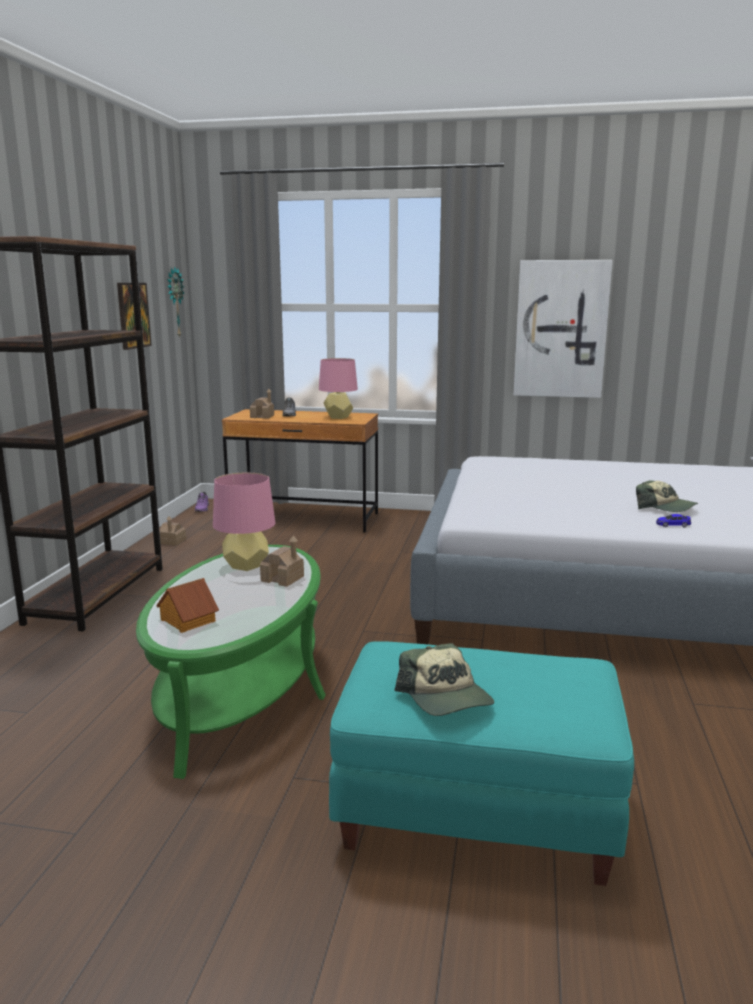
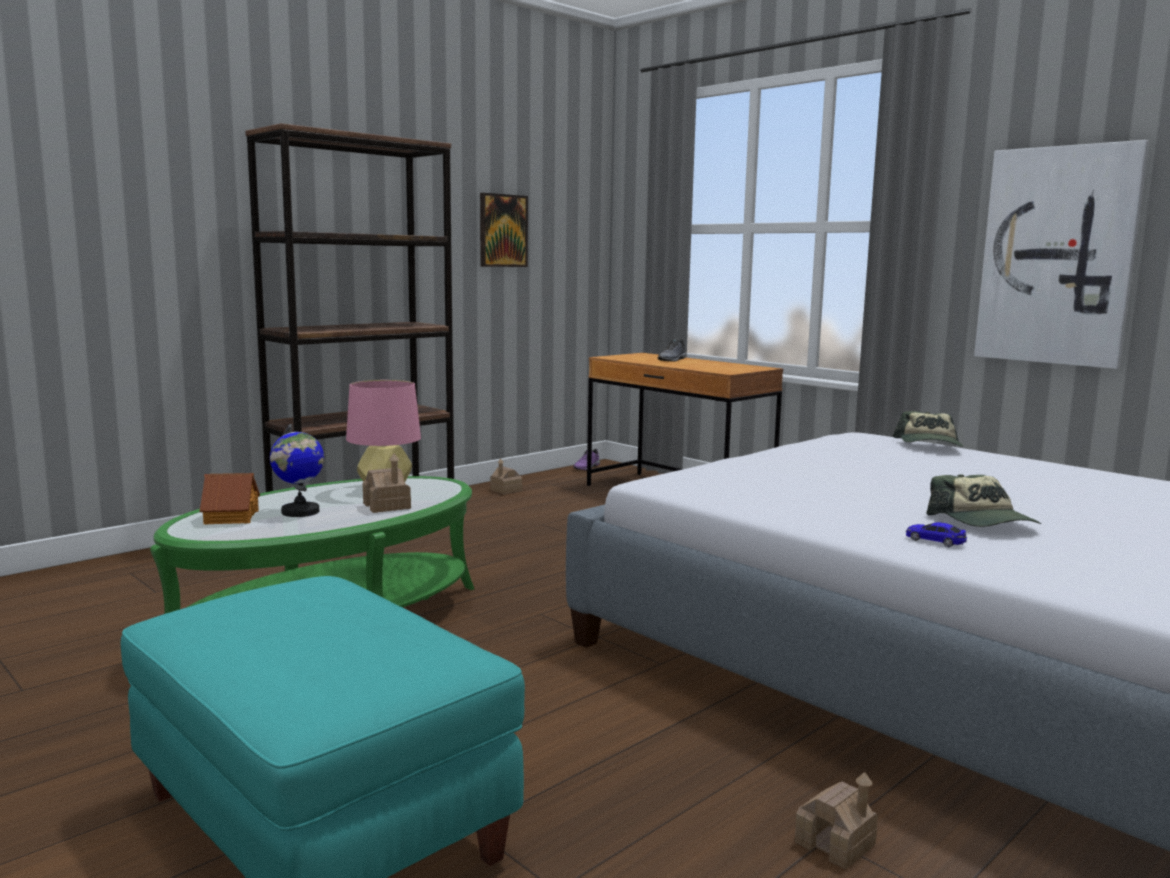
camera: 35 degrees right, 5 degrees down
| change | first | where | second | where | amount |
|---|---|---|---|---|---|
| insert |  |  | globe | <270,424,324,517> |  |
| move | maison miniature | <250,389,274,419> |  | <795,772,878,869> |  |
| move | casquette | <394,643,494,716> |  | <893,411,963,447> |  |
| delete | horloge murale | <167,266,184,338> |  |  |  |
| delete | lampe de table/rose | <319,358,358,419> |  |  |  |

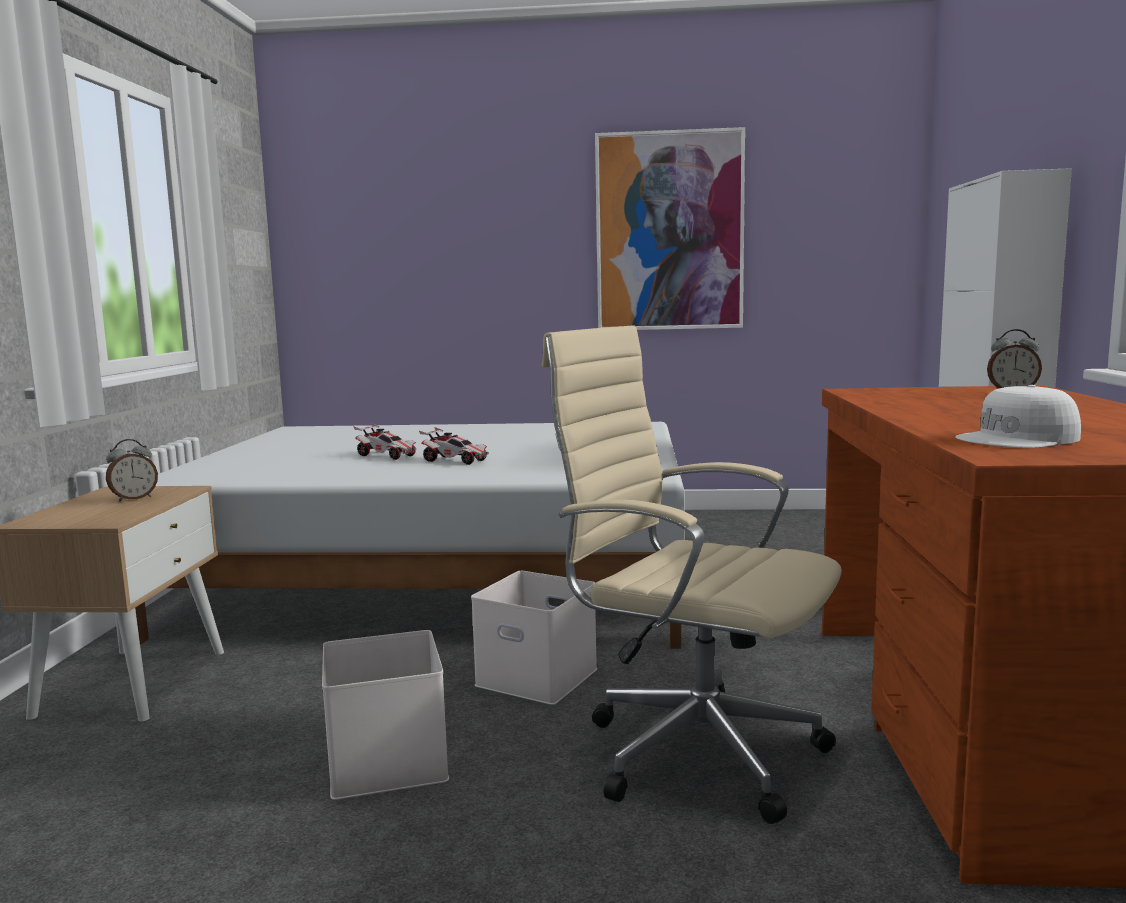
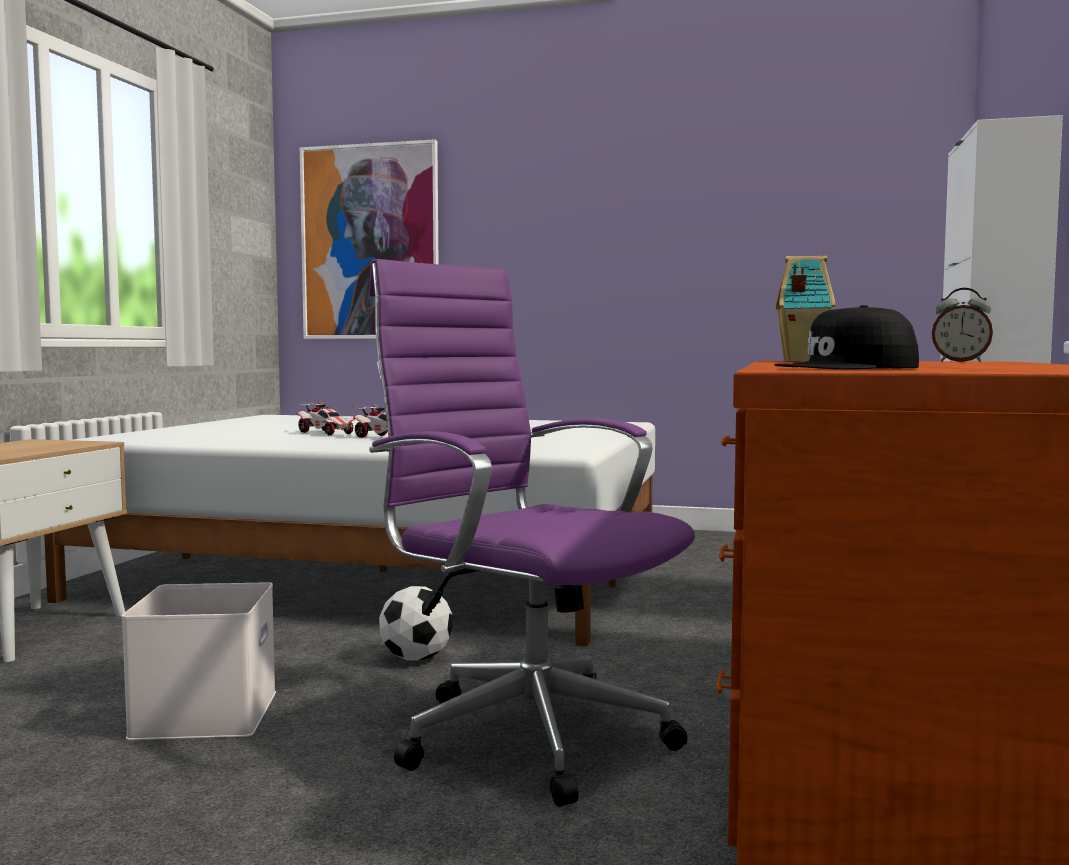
camera: 10 degrees right, 5 degrees down
| change | first | where | second | where | amount |
|---|---|---|---|---|---|
| move | tableau | <595,127,745,330> |  | <300,139,438,339> |  |
| recolor | chaise de bureau/beige | <542,325,842,824> | chaise de bureau/violet | <369,259,695,807> |  |
| replace | boîte de rangement/blanc | <471,571,597,705> | ballon de foot | <379,586,453,660> |  |
| recolor | casquette/blanc | <955,385,1081,448> | casquette/noir | <774,305,919,369> |  |
| insert |  |  | maison miniature | <776,256,835,361> |  |
| delete | réveil | <106,439,158,502> |  |  |  |

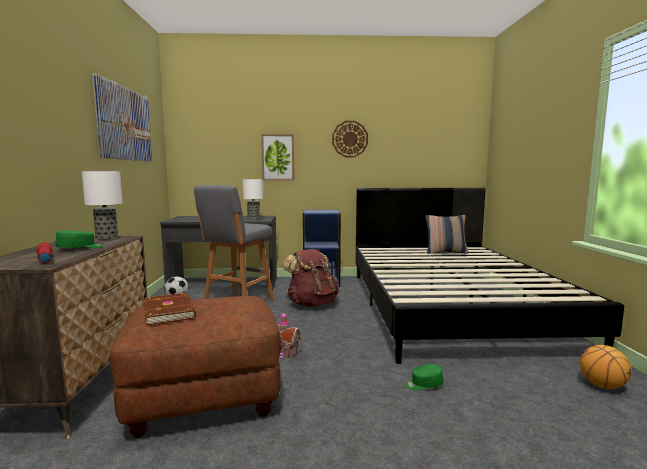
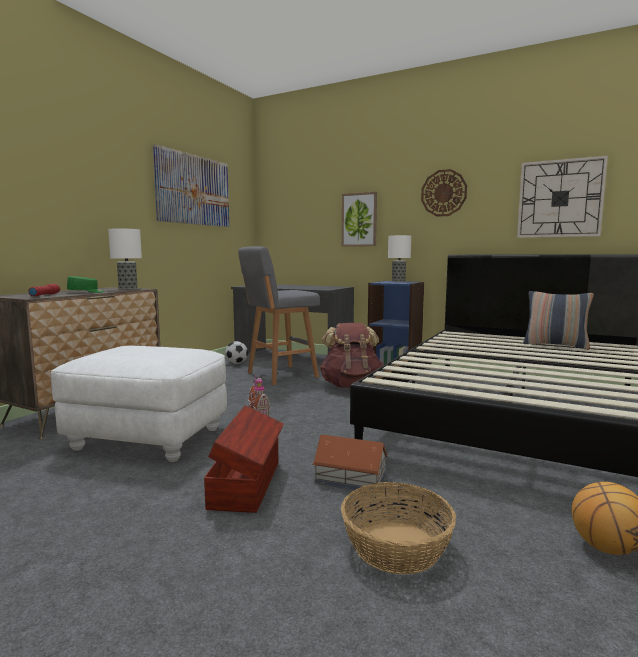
camera: 30 degrees right, 0 degrees up
| change | first | where | second | where | amount |
|---|---|---|---|---|---|
| recolor | pouf/marron | <110,296,281,438> | pouf/blanc | <51,346,227,462> |  |
| insert |  |  | boîte de rangement/marron | <204,405,284,513> |  |
| replace | casquette/vert | <405,364,443,391> | maison miniature | <312,435,388,493> |  |
| insert |  |  | panier | <341,482,456,575> |  |
| move | lampe de table | <242,179,263,220> |  | <388,235,411,282> |  |
| insert |  |  | horloge murale | <517,155,608,238> |  |
| delete | livre/marron | <144,293,196,325> |  |  |  |

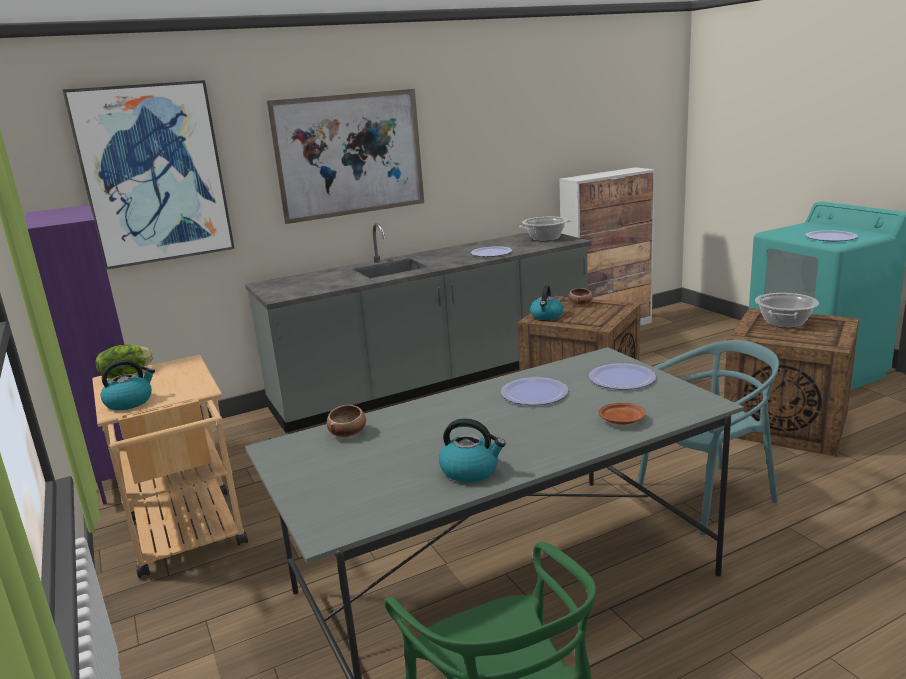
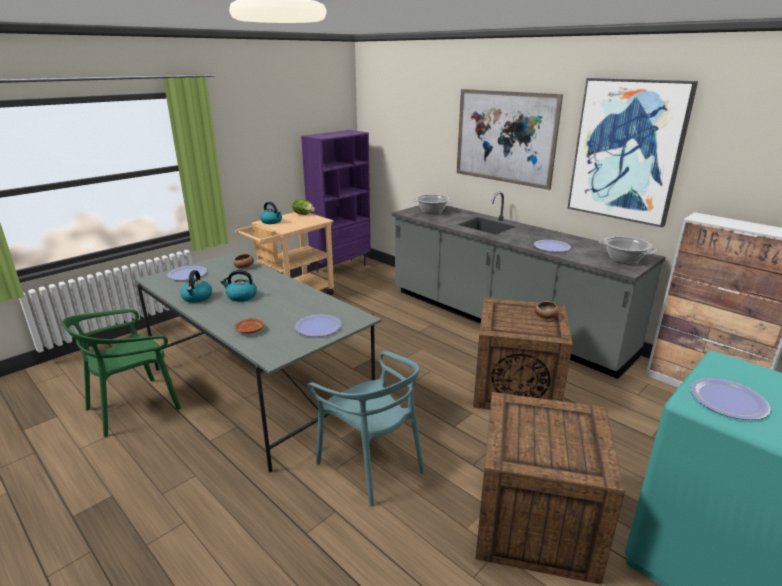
camera: 70 degrees right, 5 degrees up
| change | first | where | second | where | amount |
|---|---|---|---|---|---|
| move | assiette | <501,377,568,405> |  | <167,266,207,280> |  |
| move | bouilloire | <530,285,563,320> |  | <221,270,257,302> |  |
| move | marmite | <755,293,819,328> |  | <412,194,453,214> |  |
| move | tableau | <62,80,235,269> |  | <568,78,698,227> |  |

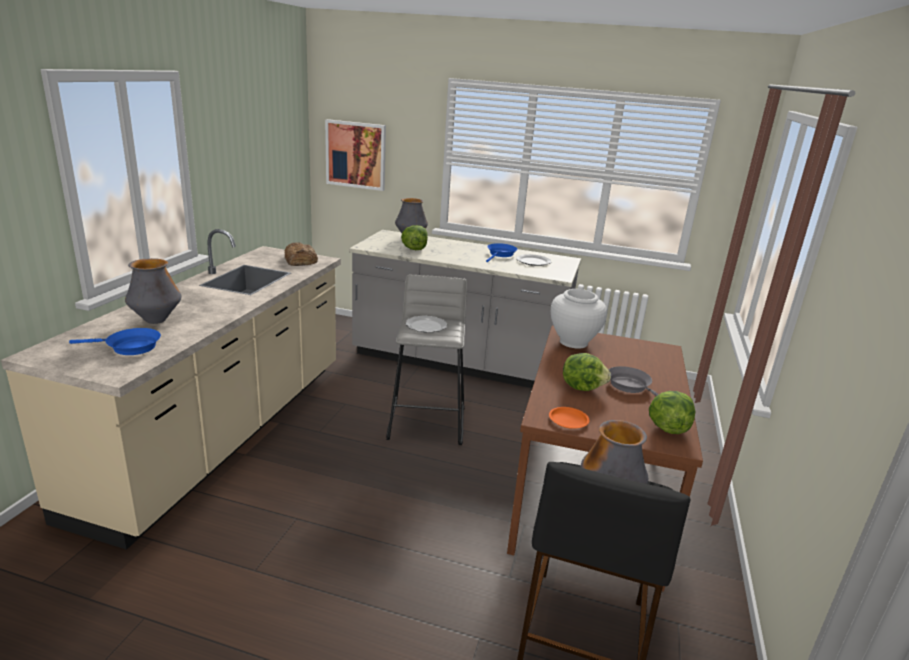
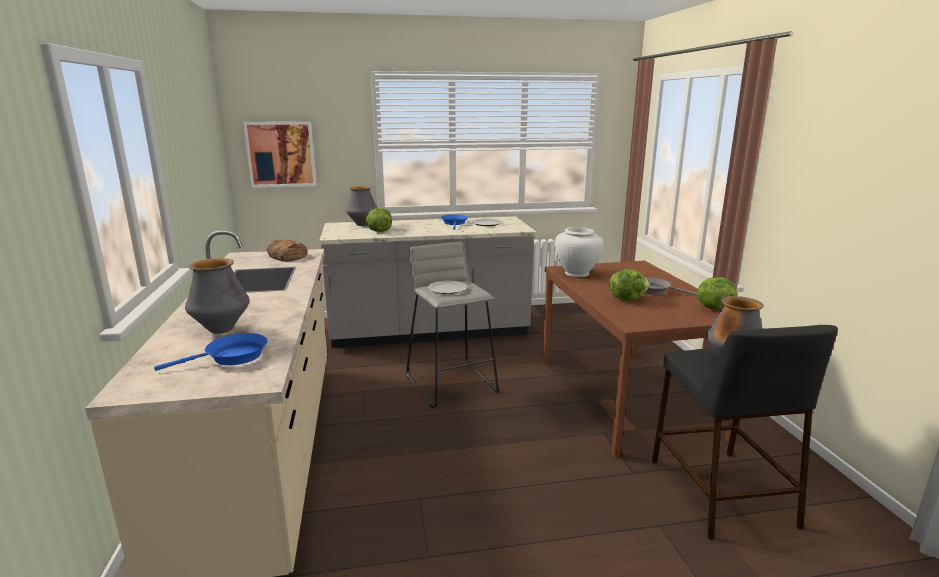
camera: 25 degrees left, 5 degrees down
| change | first | where | second | where | amount |
|---|---|---|---|---|---|
| delete | assiette/orange | <549,407,589,429> |  |  |  |

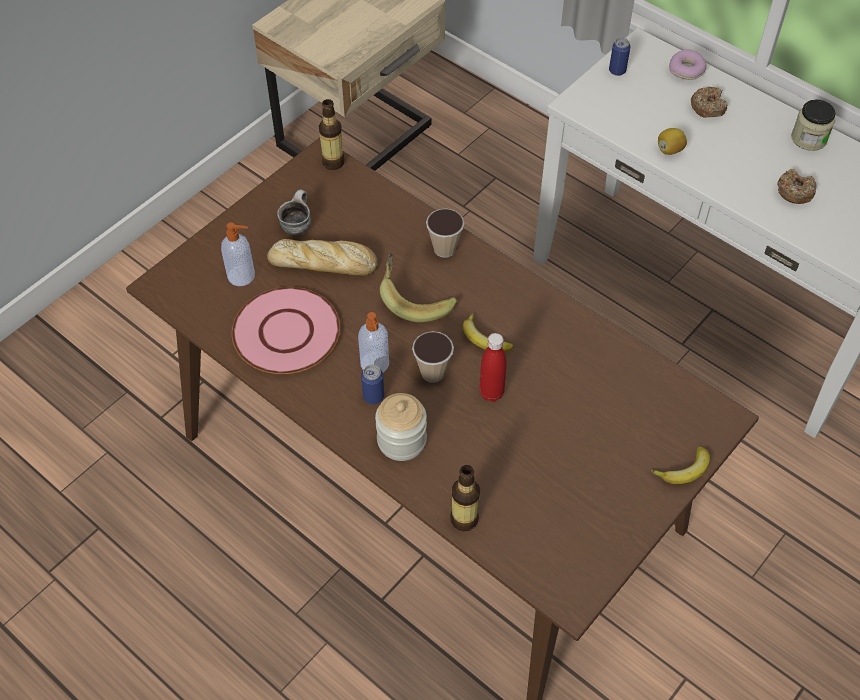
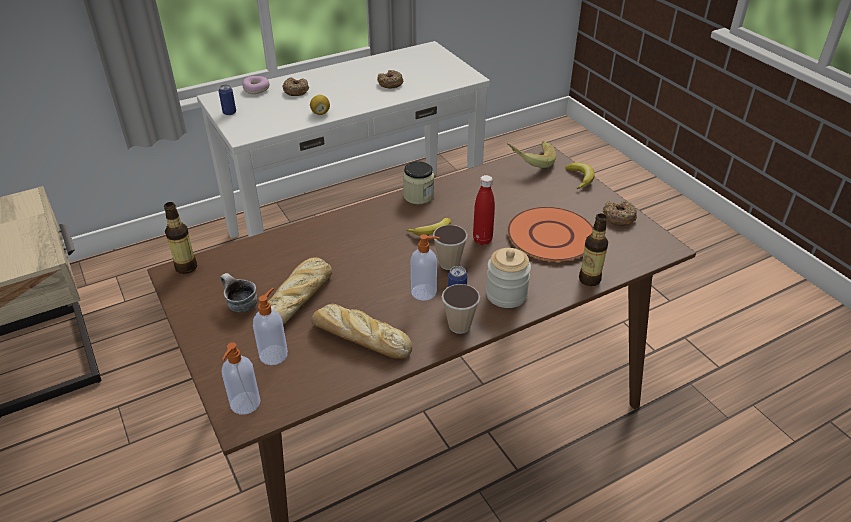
camera: 70 degrees left, 15 degrees down
| change | first | where | second | where | amount |
|---|---|---|---|---|---|
| insert |  |  | distributeur de savon | <222,342,261,415> |  |
| replace | assiette/rose | <232,287,340,374> | pain | <311,304,412,359> |  |
| move | bocal | <791,99,836,151> |  | <403,161,434,204> |  |
| move | tasse | <426,208,464,258> |  | <442,284,480,334> |  |
| move | banane | <380,253,457,322> |  | <507,142,556,168> |  |
| insert |  |  | assiette/orange | <507,207,593,262> |  |
| insert |  |  | beignet | <603,200,637,226> |  |

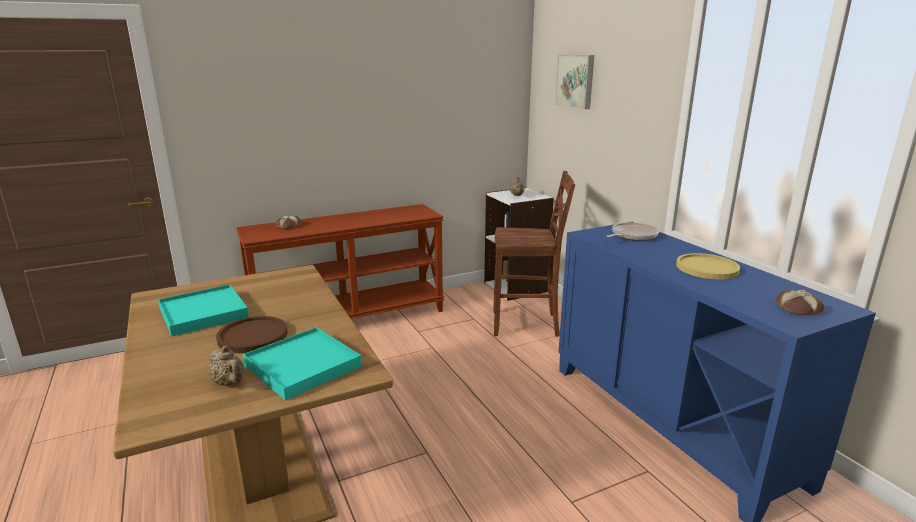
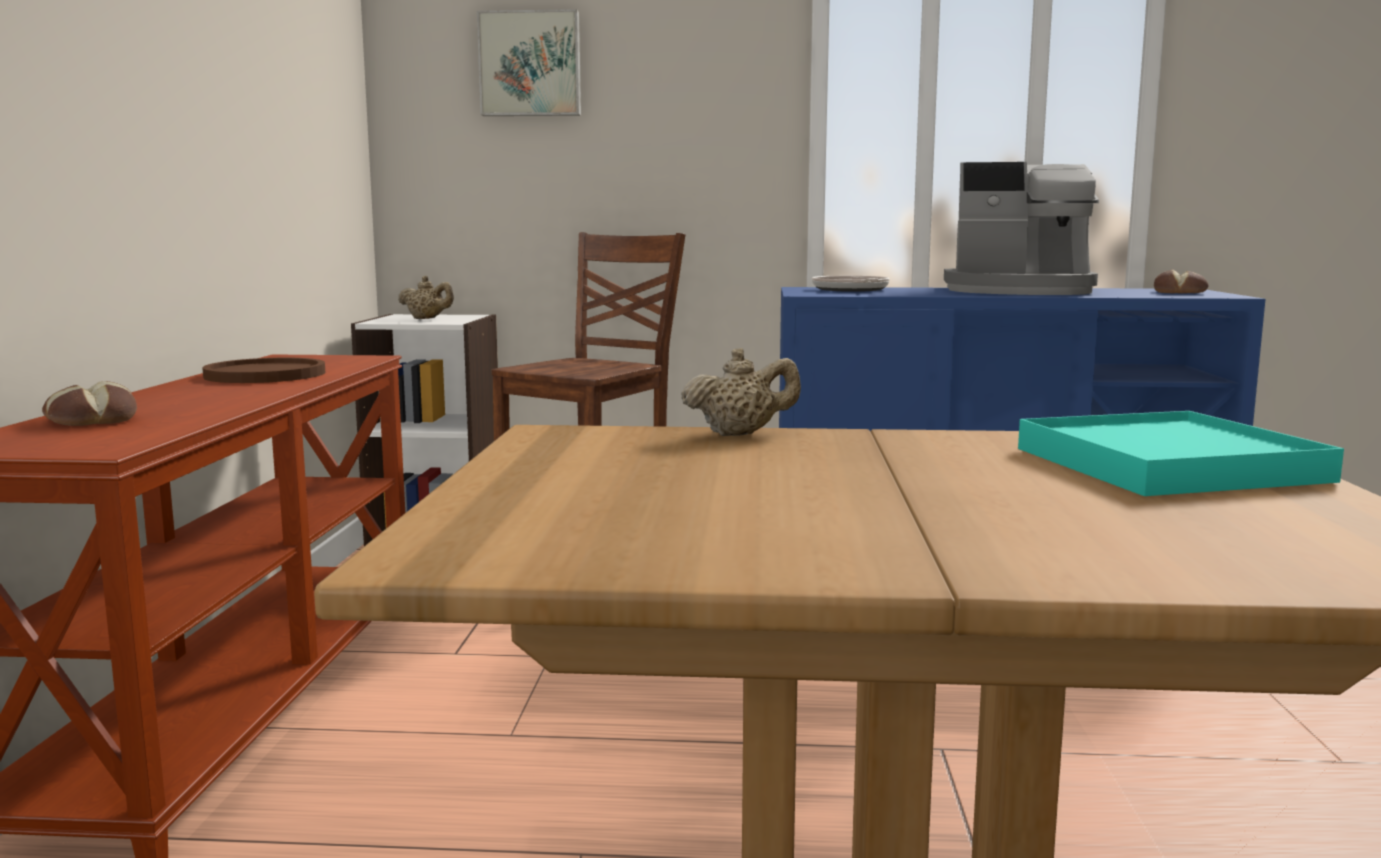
camera: 60 degrees left, 10 degrees down
| change | first | where | second | where | amount |
|---|---|---|---|---|---|
| move | assiette/marron | <216,316,287,353> |  | <202,358,325,383> |  |
| move | théière/beige | <209,346,244,386> |  | <681,348,801,436> |  |
| replace | assiette/jaune | <676,253,740,279> | machine à café | <944,162,1099,295> |  |
| delete | plateau/turquoise | <158,284,249,336> |  |  |  |

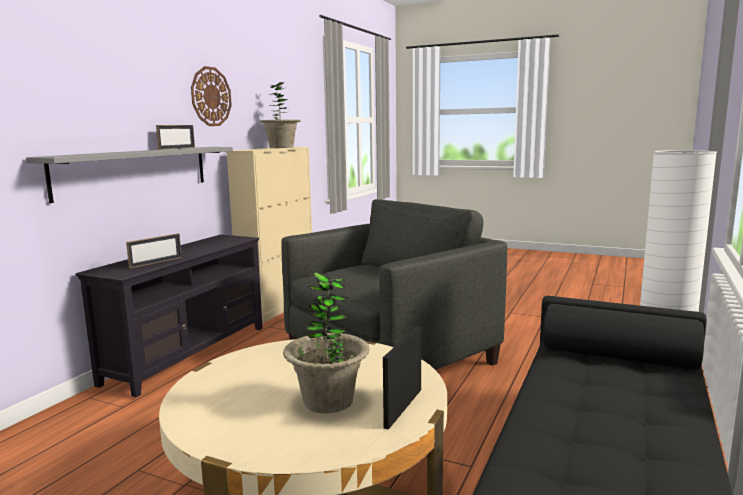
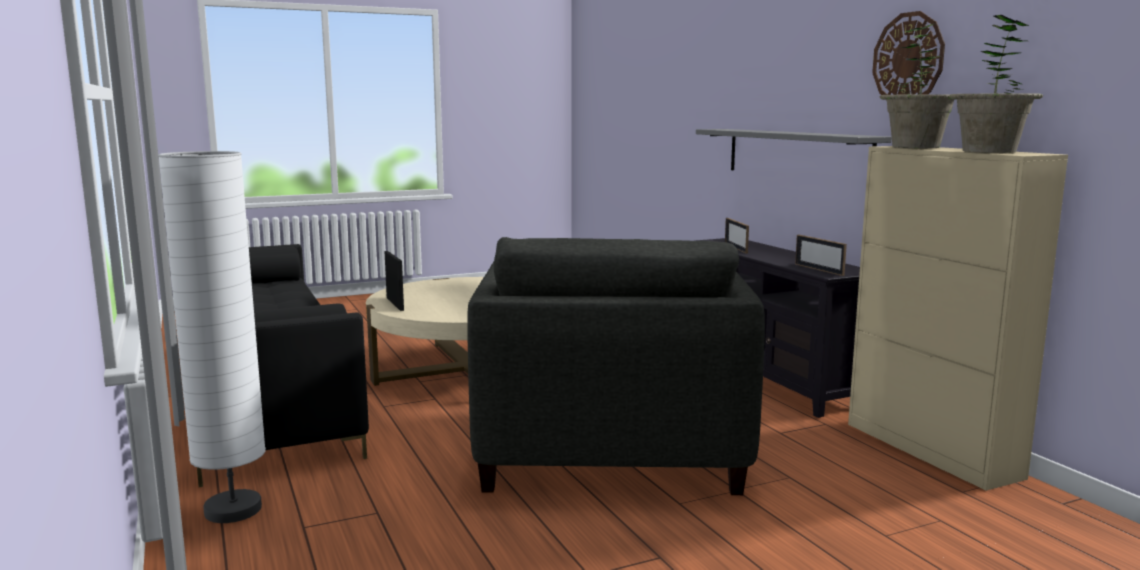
camera: 130 degrees right, 0 degrees up
| change | first | where | second | where | amount |
|---|---|---|---|---|---|
| move | cadre photo | <156,125,195,150> |  | <795,235,847,276> |  |
| move | plante en pot | <283,272,370,413> |  | <880,24,957,148> |  |

